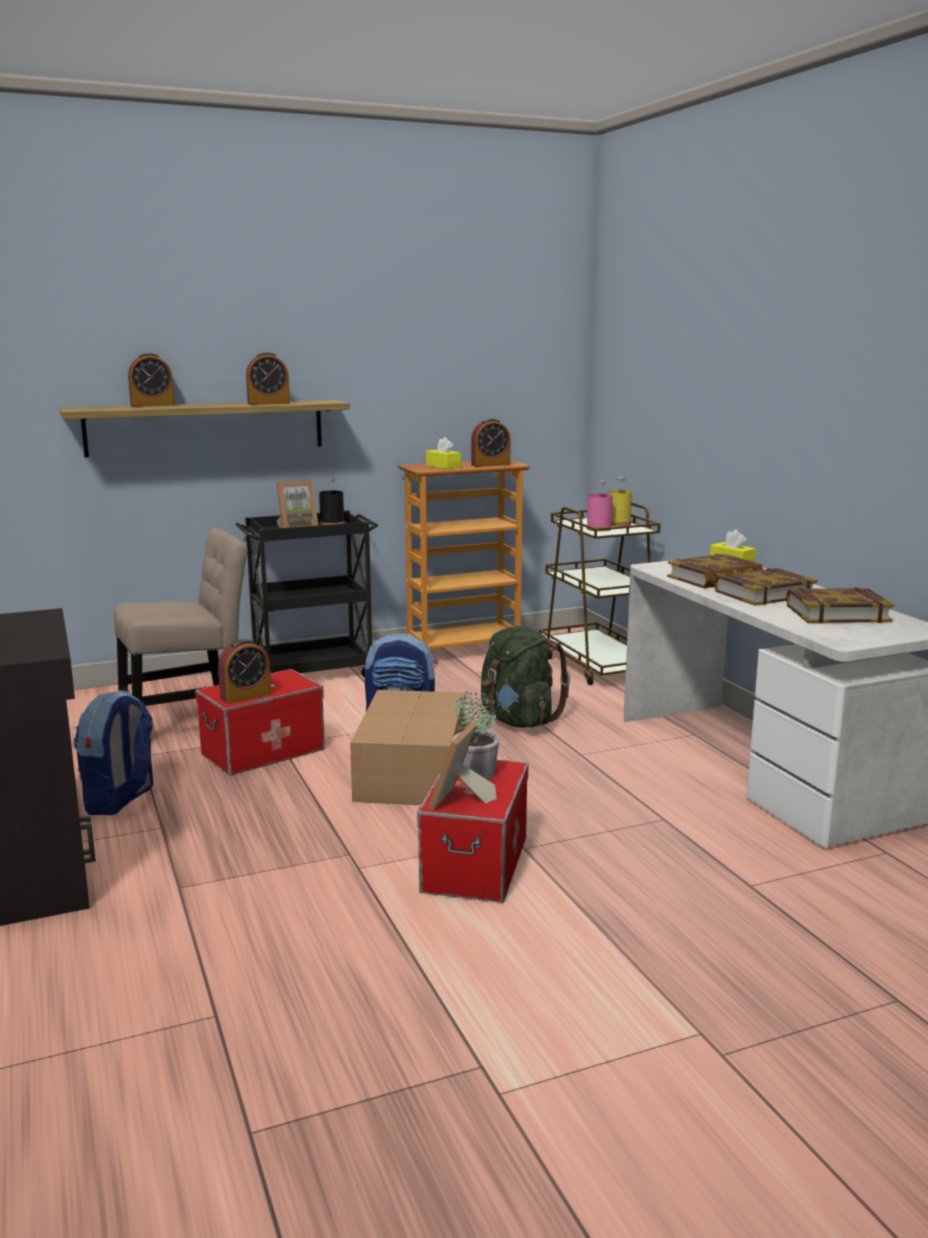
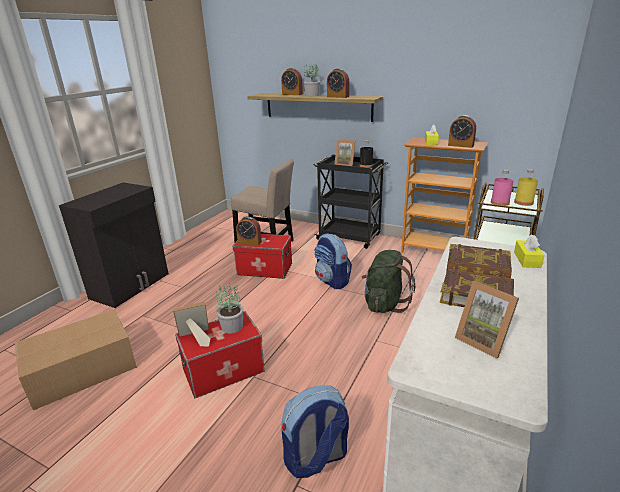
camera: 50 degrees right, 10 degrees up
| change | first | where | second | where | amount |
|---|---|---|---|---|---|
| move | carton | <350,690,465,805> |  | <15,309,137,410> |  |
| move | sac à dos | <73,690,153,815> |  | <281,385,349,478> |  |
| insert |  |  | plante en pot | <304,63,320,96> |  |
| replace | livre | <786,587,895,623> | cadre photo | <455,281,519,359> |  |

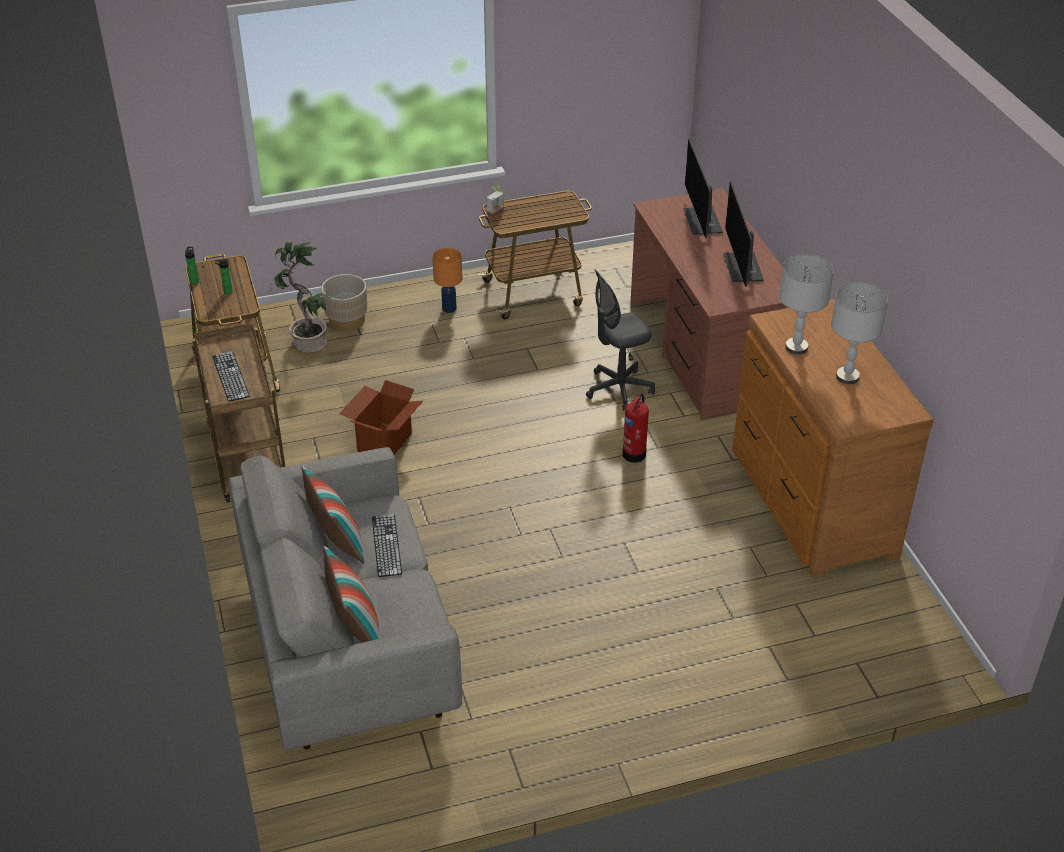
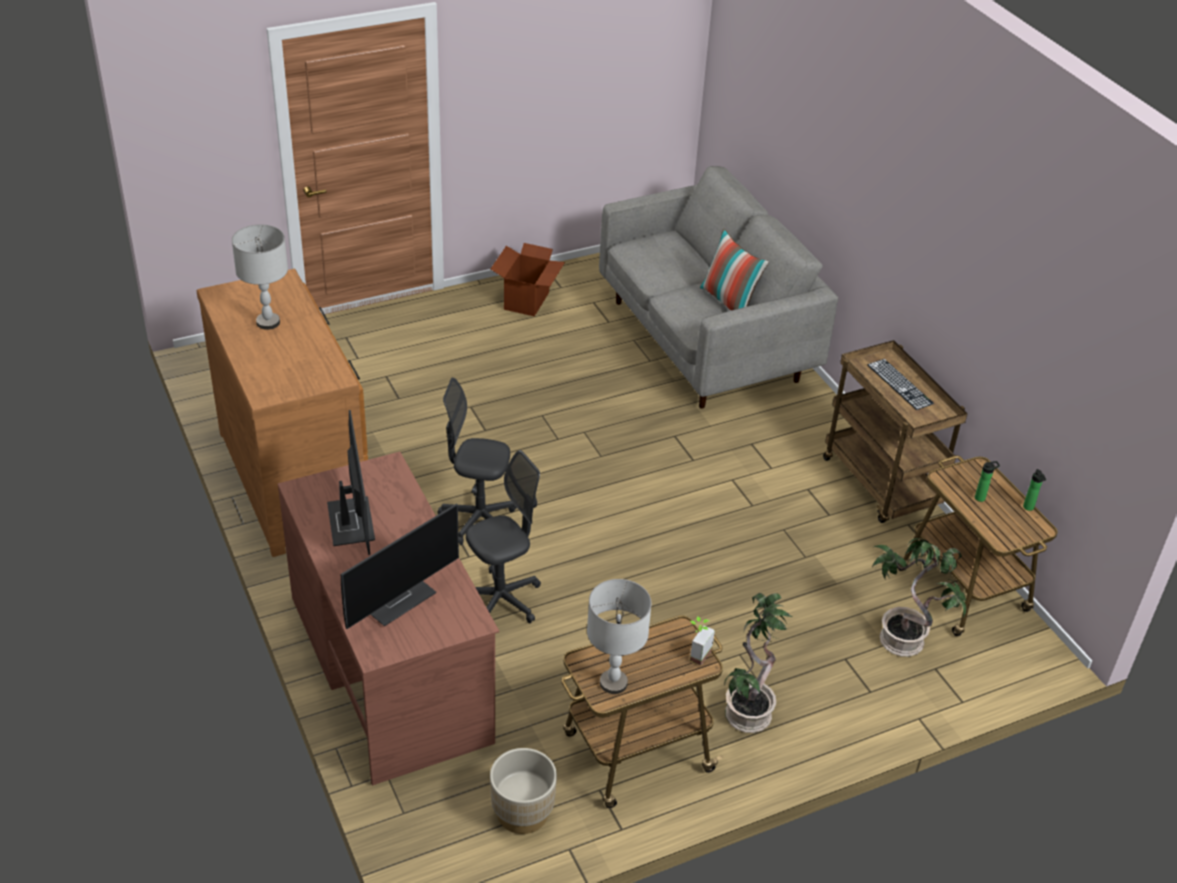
camera: 170 degrees right, 0 degrees up
| change | first | where | second | where | amount |
|---|---|---|---|---|---|
| rotate | écran d'ordinateur | <683,139,723,238> |  | <341,503,459,629> | 60 degrees clockwise |
| replace | extincteur | <623,393,649,463> | chaise de bureau/gris | <437,377,517,545> |  |
| move | carton | <339,380,423,454> |  | <490,243,565,317> |  |
| move | cache-pot/beige | <321,274,367,331> |  | <490,748,557,834> |  |
| move | lampe de table/gris | <779,254,834,355> |  | <587,579,652,694> |  |
| replace | lampe de table/orange | <432,248,462,313> | plante en pot | <725,593,792,733> |  |
| delete | coussin | <323,546,379,643> |  |  |  |
| delete | clavier | <372,514,402,577> |  |  |  |

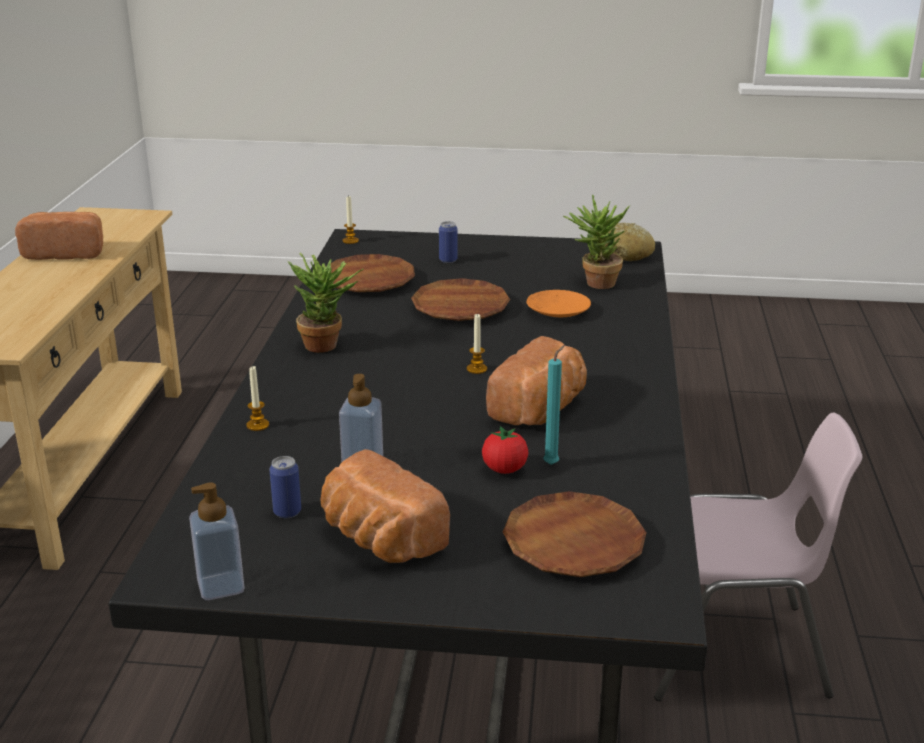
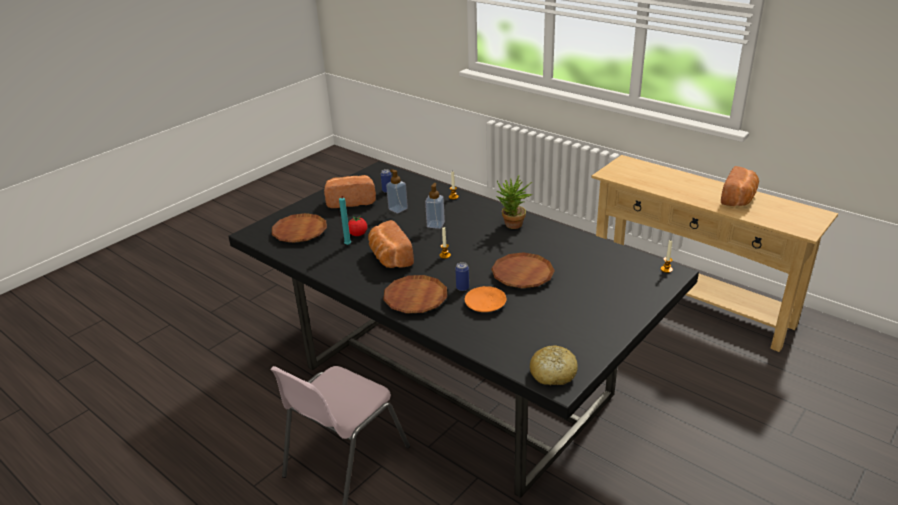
camera: 125 degrees right, 5 degrees up
| change | first | where | second | where | amount |
|---|---|---|---|---|---|
| move | assiette/marron | <331,254,415,292> |  | <383,275,447,314> |  |
| move | distributeur de savon | <189,482,245,600> |  | <425,183,445,229> |  |
| move | boîte métallique | <439,221,458,263> |  | <455,262,469,291> |  |
| delete | plante en pot | <563,195,630,289> |  |  |  |

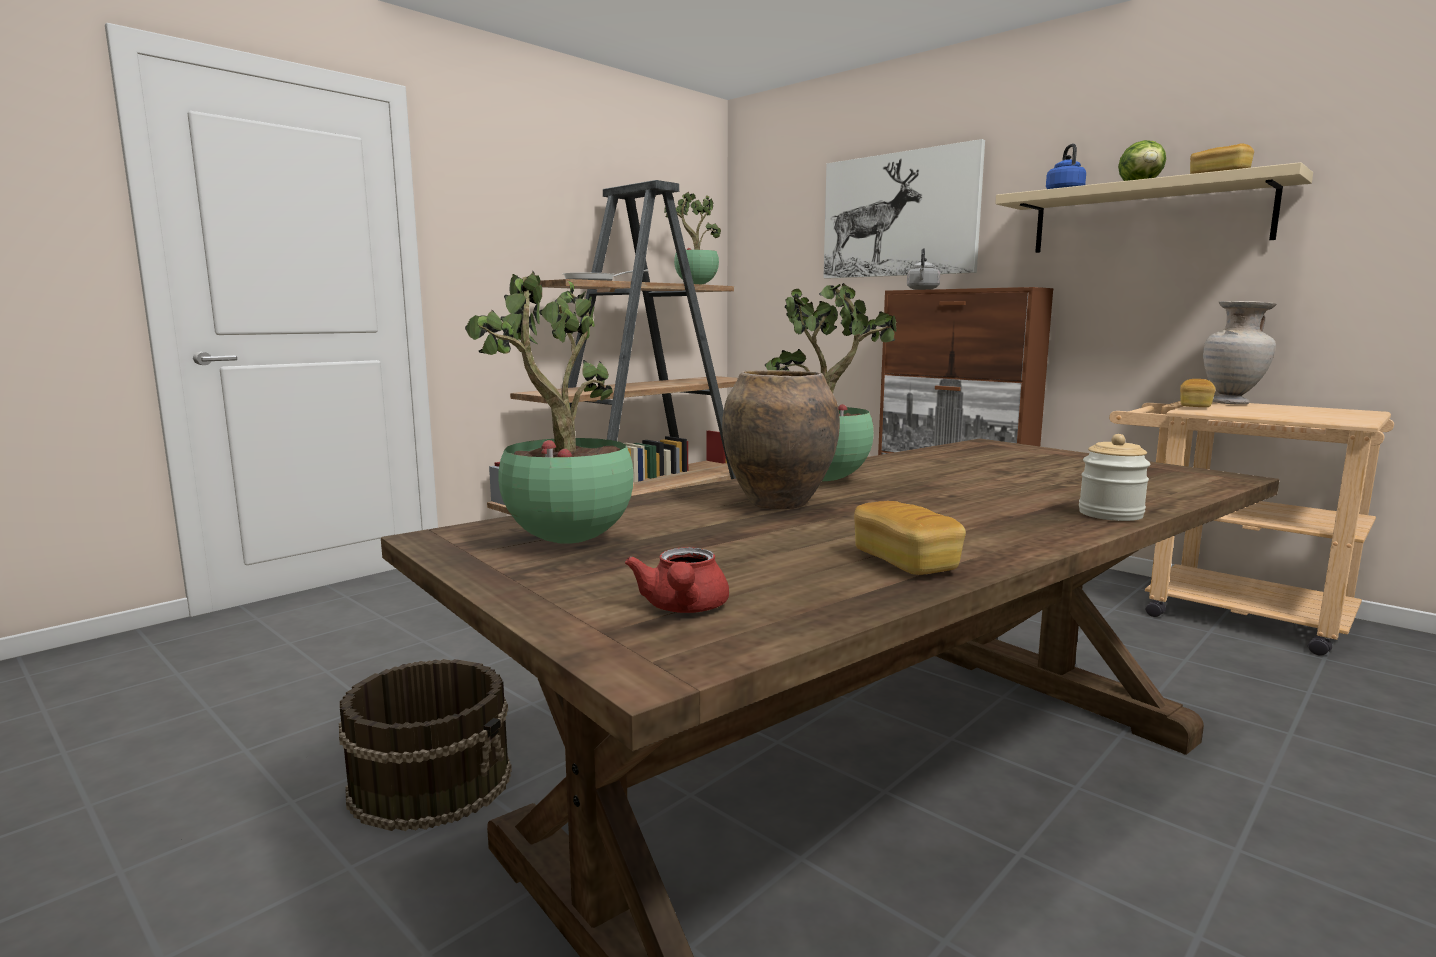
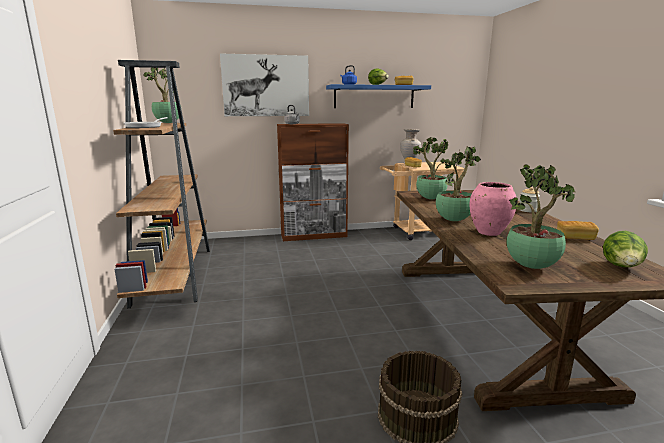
camera: 55 degrees left, 5 degrees up
| change | first | where | second | where | amount |
|---|---|---|---|---|---|
| recolor | étagère/beige | <995,162,1313,253> | étagère/bleu | <326,84,431,108> |  |
| insert |  |  | plante en pot | <413,137,452,199> |  |
| recolor | vase/marron | <722,370,840,509> | vase/rose | <470,182,517,236> |  |
| replace | théière/rouge | <625,547,729,613> | laitue | <603,231,648,267> |  |

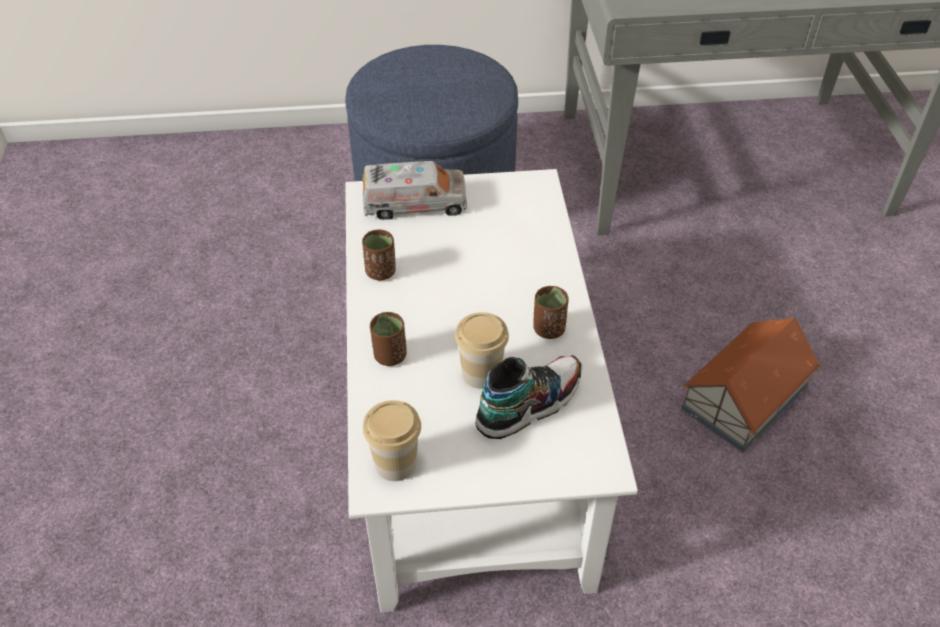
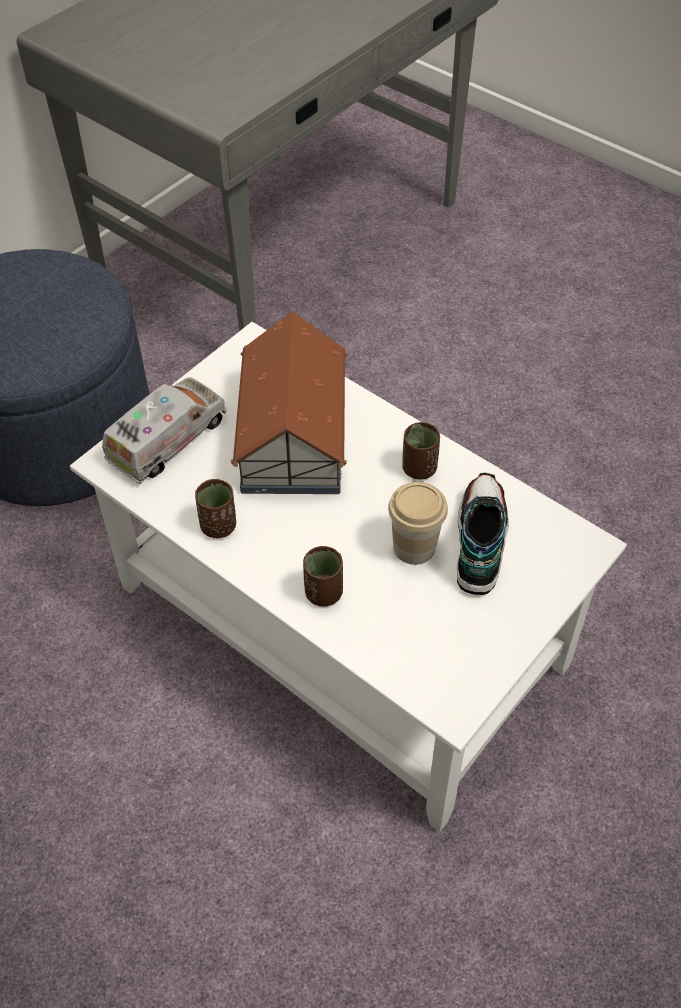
camera: 45 degrees left, 5 degrees up
| change | first | where | second | where | amount |
|---|---|---|---|---|---|
| move | maison miniature | <681,318,820,452> |  | <231,311,347,494> |  |
| delete | tasse | <363,400,421,481> |  |  |  |

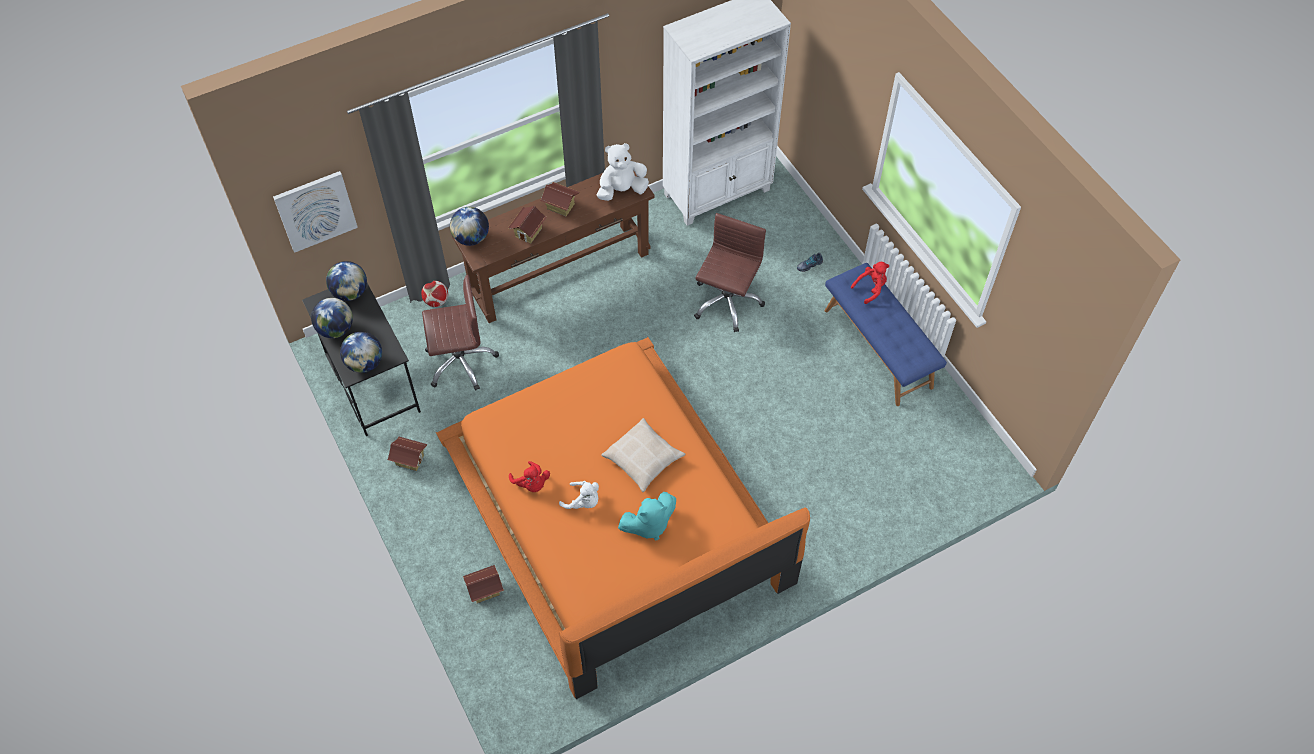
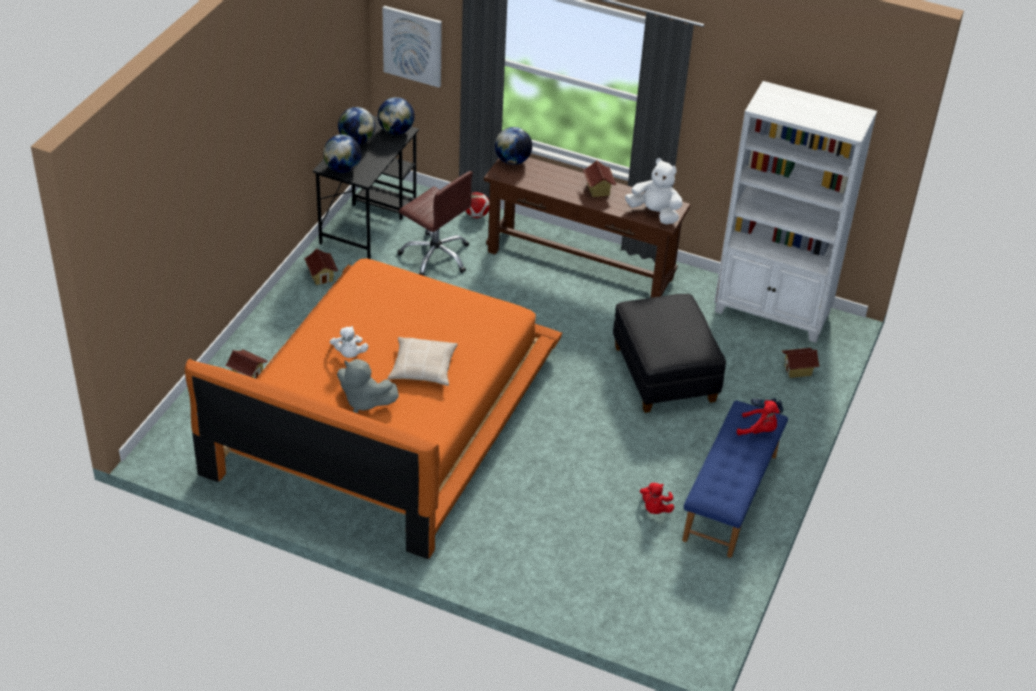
camera: 50 degrees right, 15 degrees down
| change | first | where | second | where | amount |
|---|---|---|---|---|---|
| recolor | peluche/turquoise | <618,492,676,540> | peluche/gris | <337,359,399,413> |  |
| replace | chaise de bureau/marron | <694,213,766,332> | pouf/noir | <613,294,726,413> |  |
| move | peluche/rouge | <509,461,550,492> |  | <640,483,674,514> |  |
| move | maison miniature | <508,206,547,243> |  | <782,348,820,378> |  |

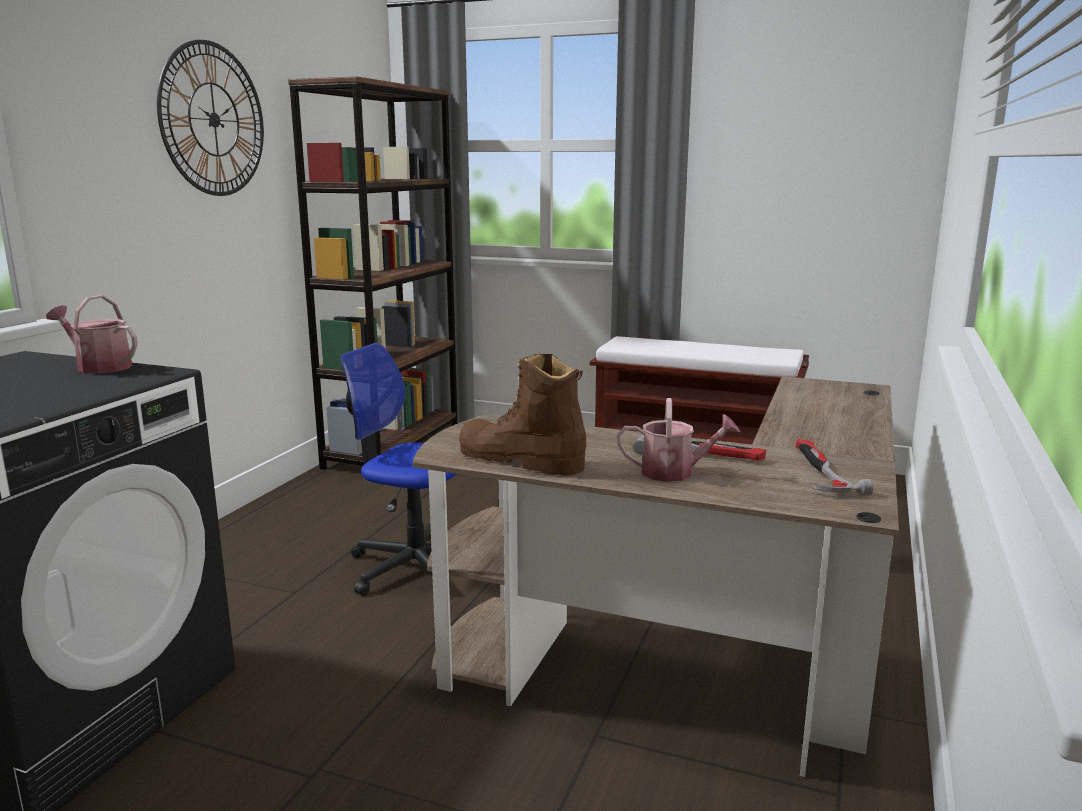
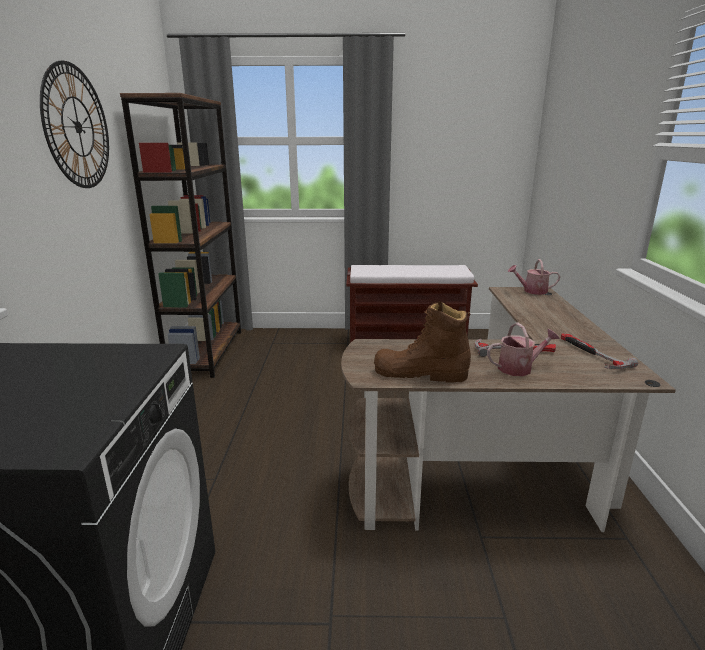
camera: 20 degrees left, 5 degrees up
| change | first | where | second | where | amount |
|---|---|---|---|---|---|
| move | arrosoir | <46,295,137,374> |  | <508,259,560,295> |  |
| delete | chaise de bureau | <340,343,456,596> |  |  |  |

